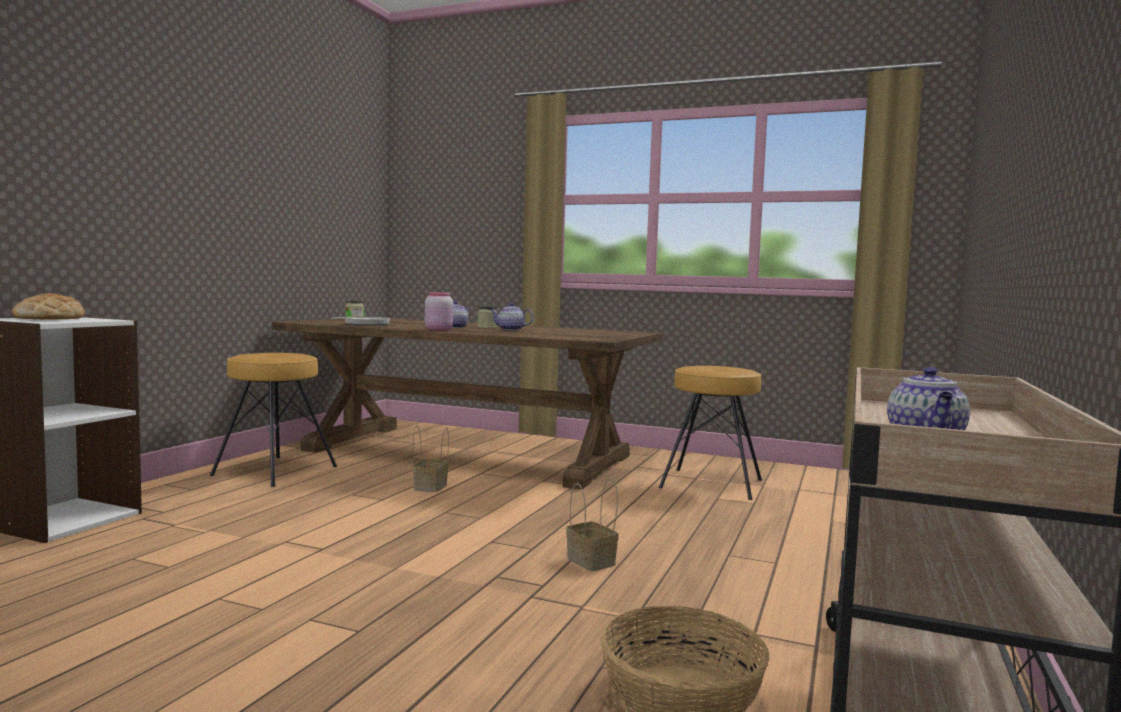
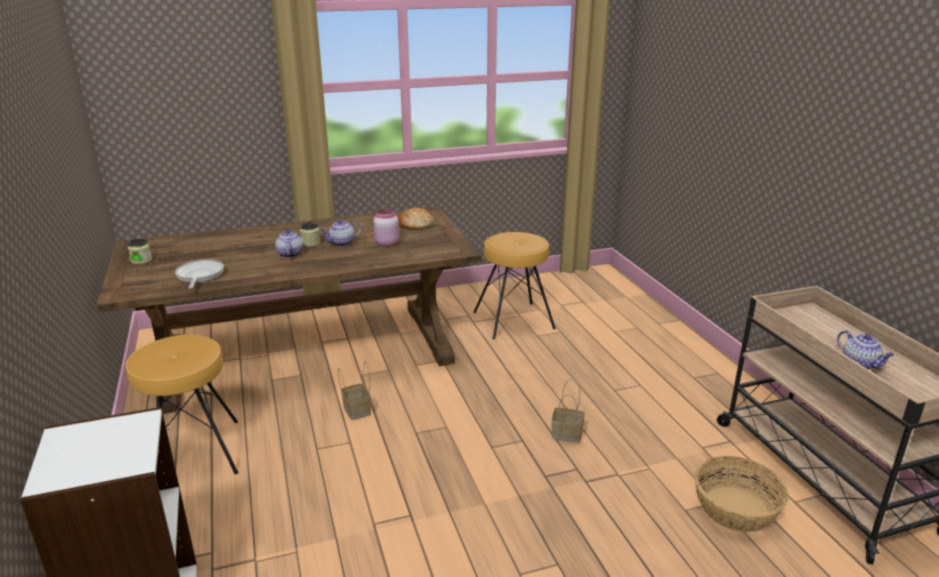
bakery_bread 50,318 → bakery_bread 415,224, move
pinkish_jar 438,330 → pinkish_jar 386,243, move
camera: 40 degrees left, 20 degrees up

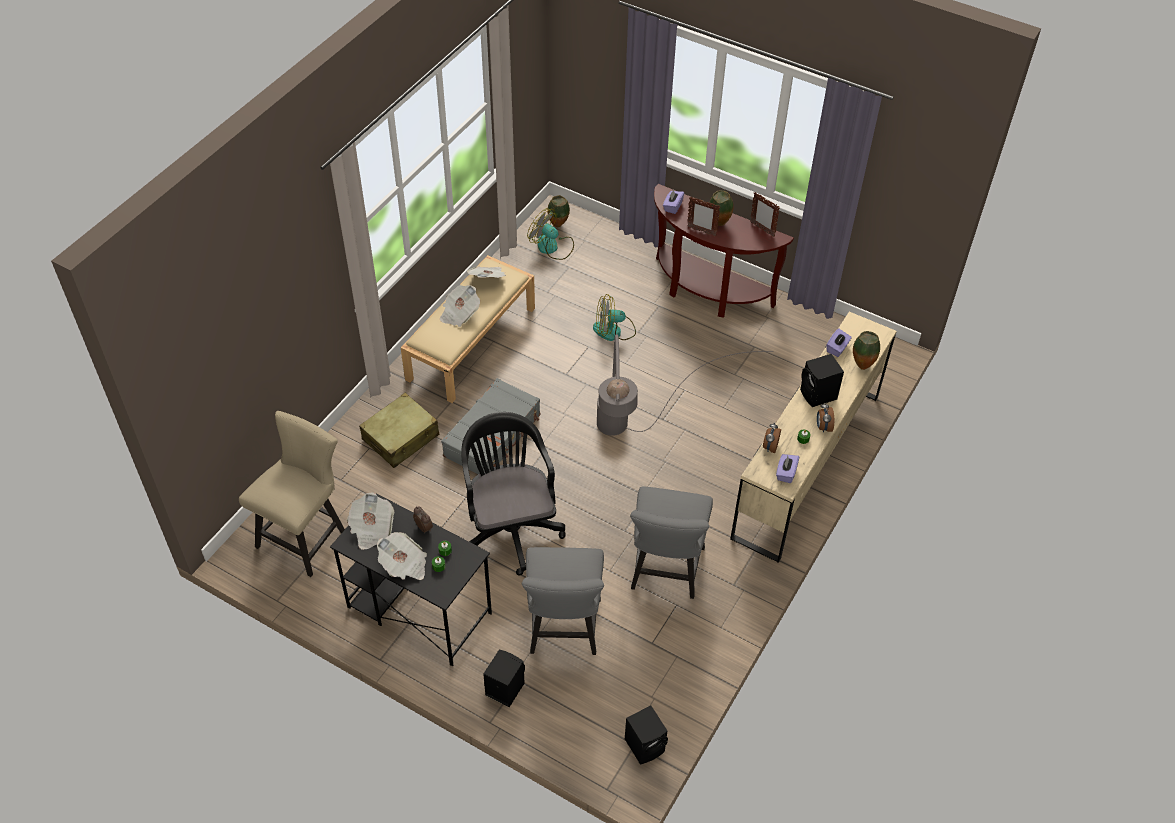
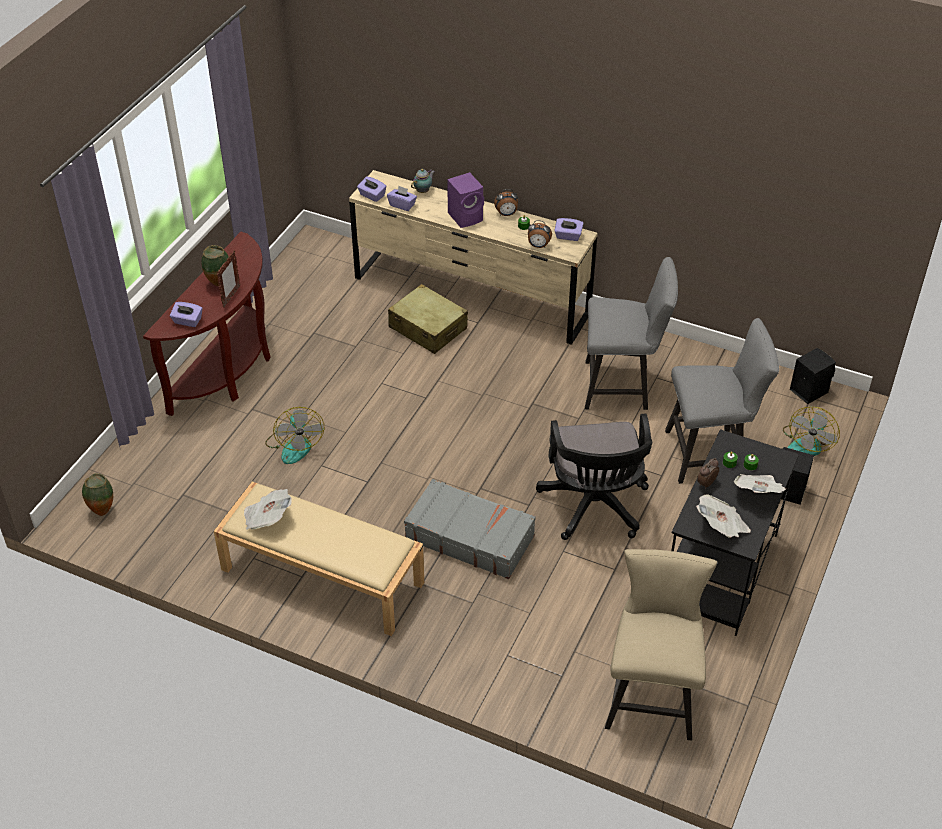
beige-coloured_upright_chair 306,535 → beige-coloured_upright_chair 651,695, 75 degrees clockwise
beige-coloured_suitcase 401,438 → beige-coloured_suitcase 427,328, move
printed_paper 459,314 → -
black-coloured_office_chair 510,526 → black-coloured_office_chair 594,508, 75 degrees counterclockwise
electric_fan 552,247 → electric_fan 807,443, move
grey_standing_lamp 630,453 → -
picture_frame 762,229 → -
black-coloured_loudspeaker 818,395 → purplish_loudspeaker 466,217
flower_vase 861,366 → teapot 423,191
- → purplish_box_of_tissues 372,196
camera: 95 degrees left, 5 degrees down

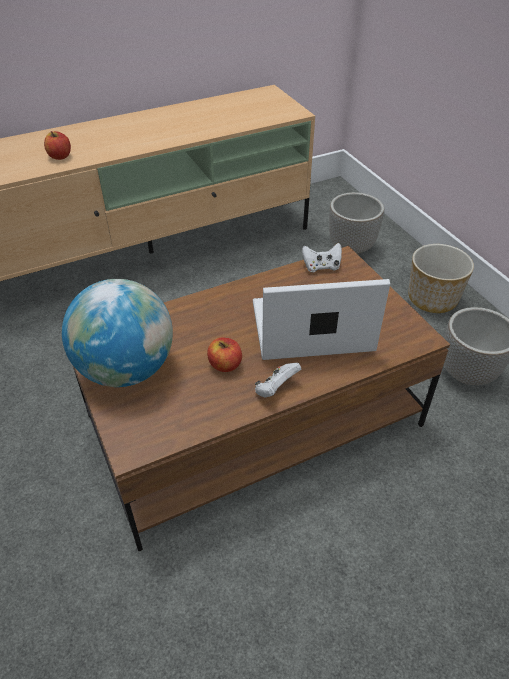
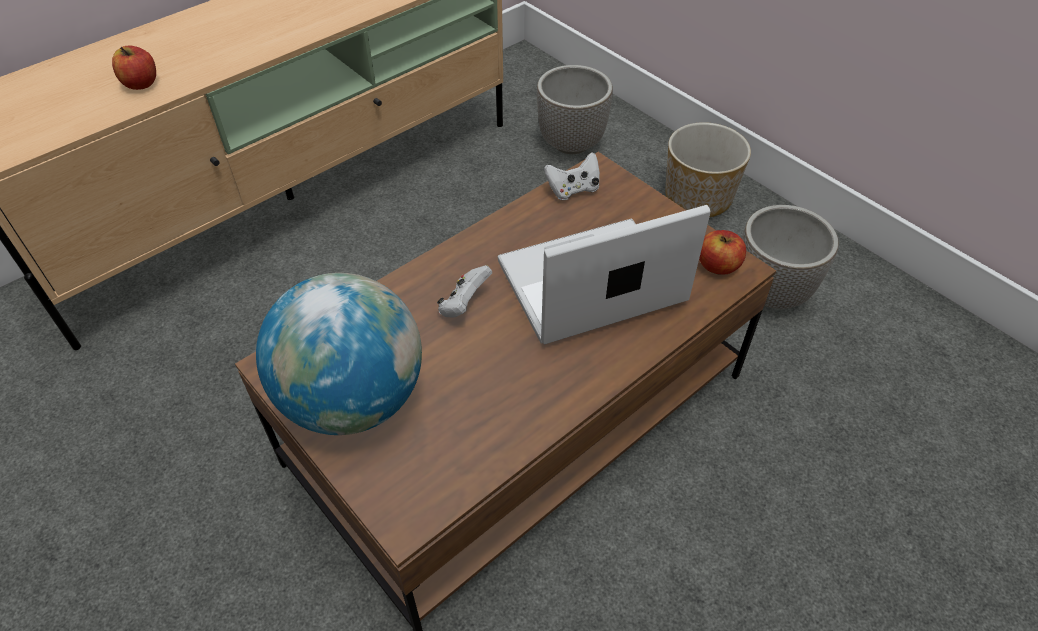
whole_apple 225,365 → whole_apple 718,265, move
white-coloured_joypad 276,389 → white-coloured_joypad 464,305, move
camera: 15 degrees left, 5 degrees up

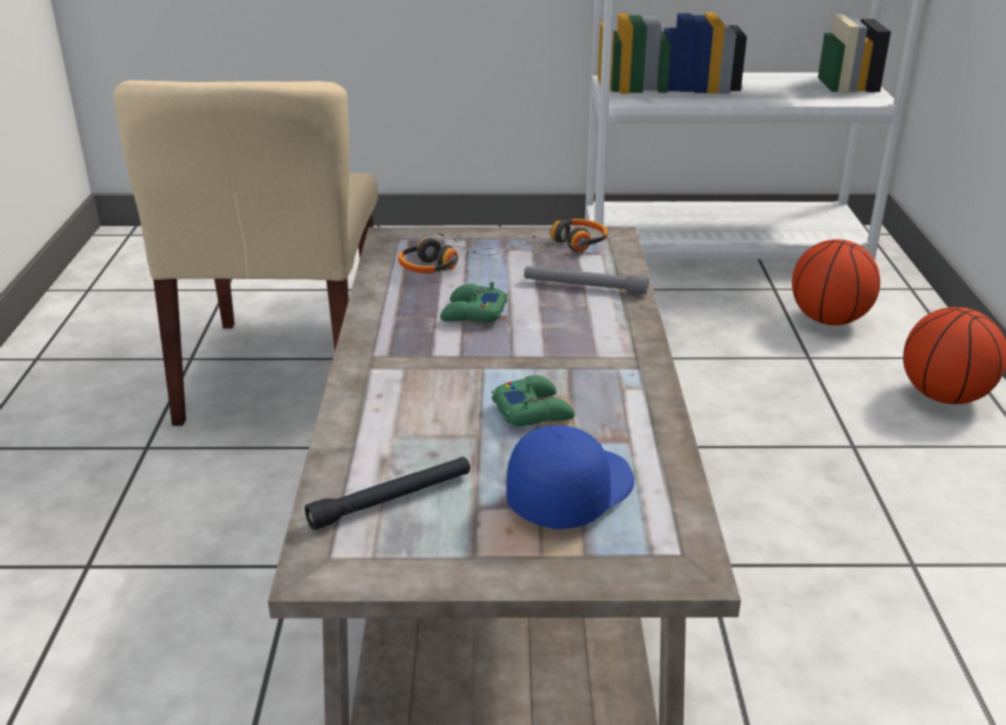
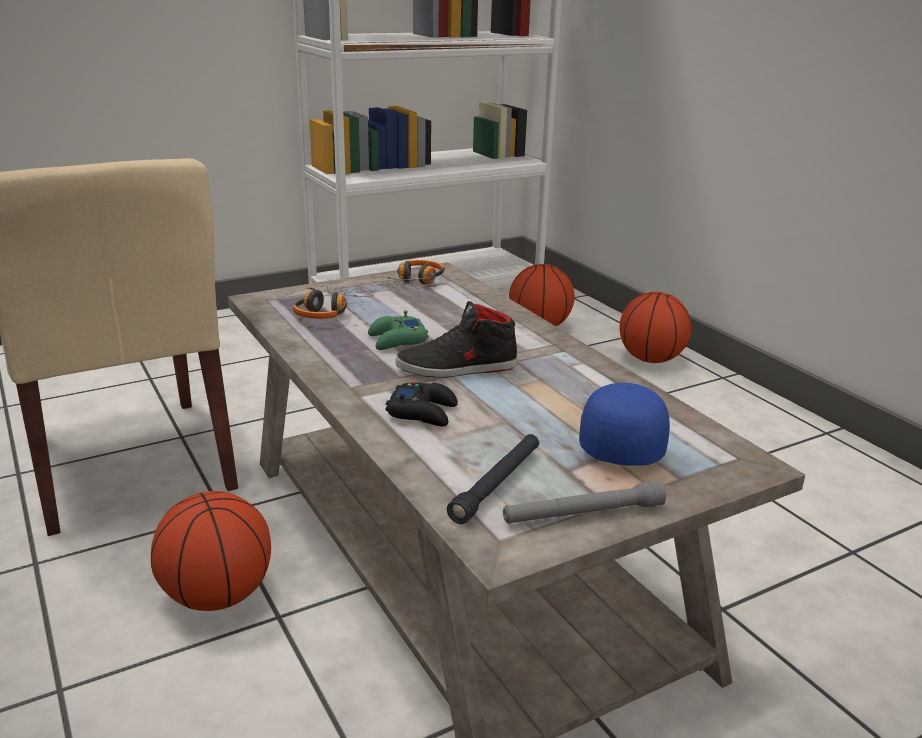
greenish_joypad 533,411 → -
grey_torch 585,287 → grey_torch 583,514, move
- → ball_for_basketball 218,597
- → black-coloured_joypad 423,412
- → black-coloured_low_shoe 457,368
camera: 30 degrees left, 5 degrees down

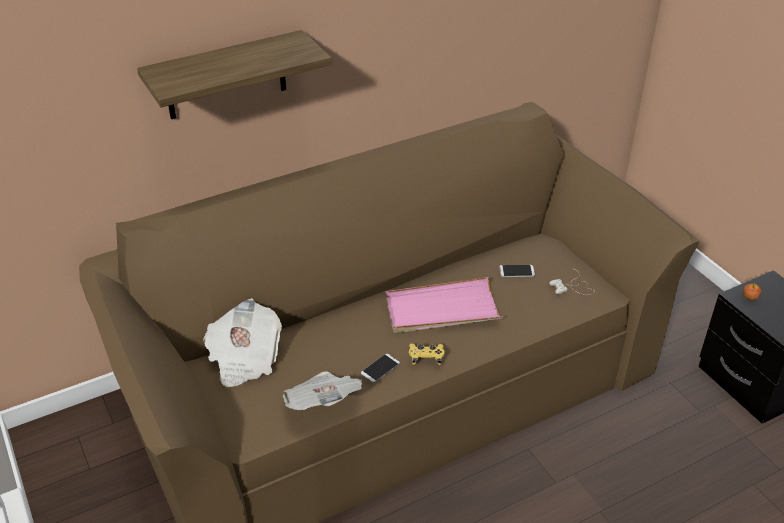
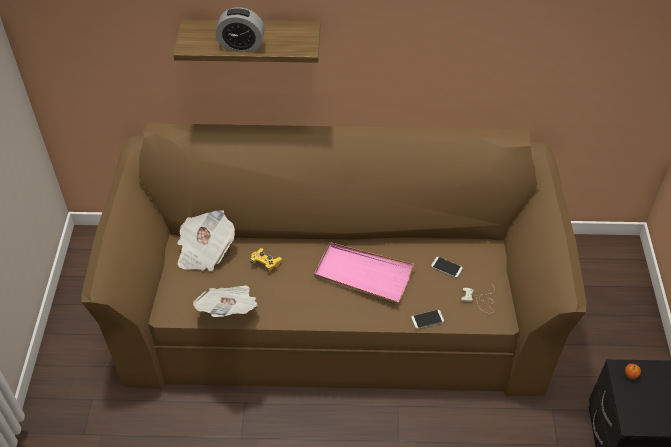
telephone 380,368 → telephone 427,319, move
yellowish_joypad 426,358 → yellowish_joypad 265,263, move
- → table_clock 241,46
camera: 30 degrees right, 10 degrees up

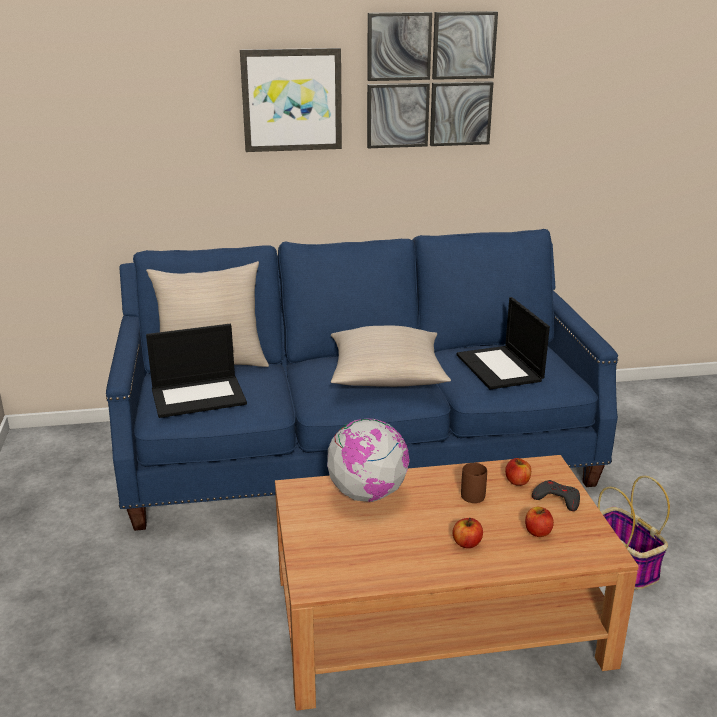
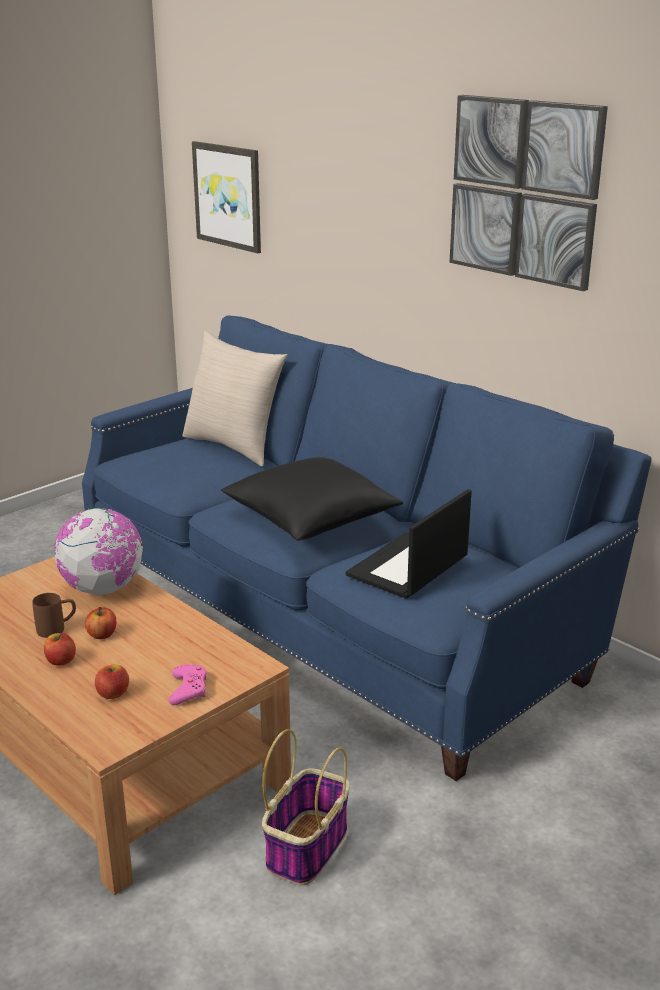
notebook_computer 199,396 → -
wall_art 292,100 → wall_art 228,196, move
beige-coloured_throw_pillow 386,375 → black-coloured_throw_pillow 311,518
brown-coloured_tea_mug 473,493 → brown-coloured_tea_mug 57,629, move
whole_apple 517,481 → whole_apple 102,634, move
grey_joypad 557,499 → pinkish_joypad 188,688
camera: 55 degrees right, 0 degrees up

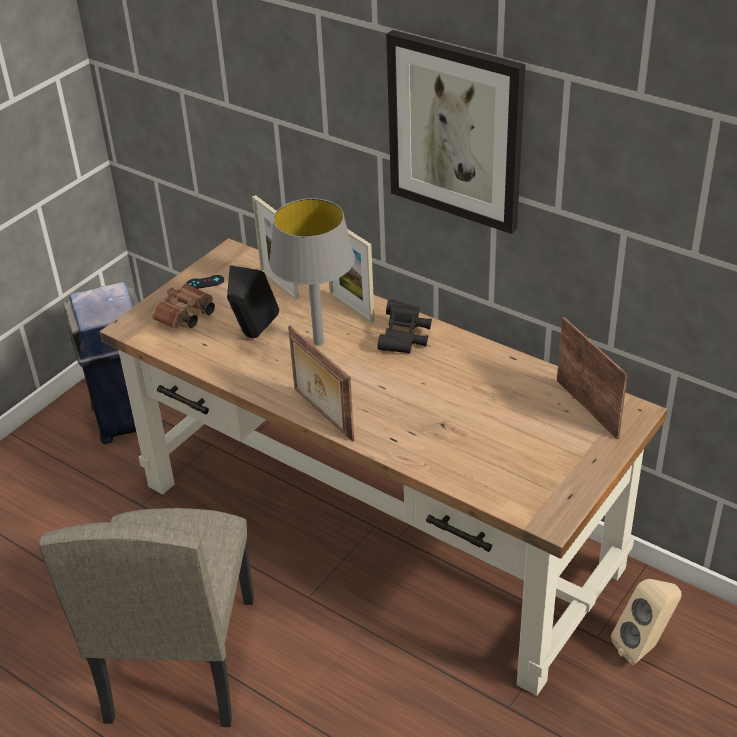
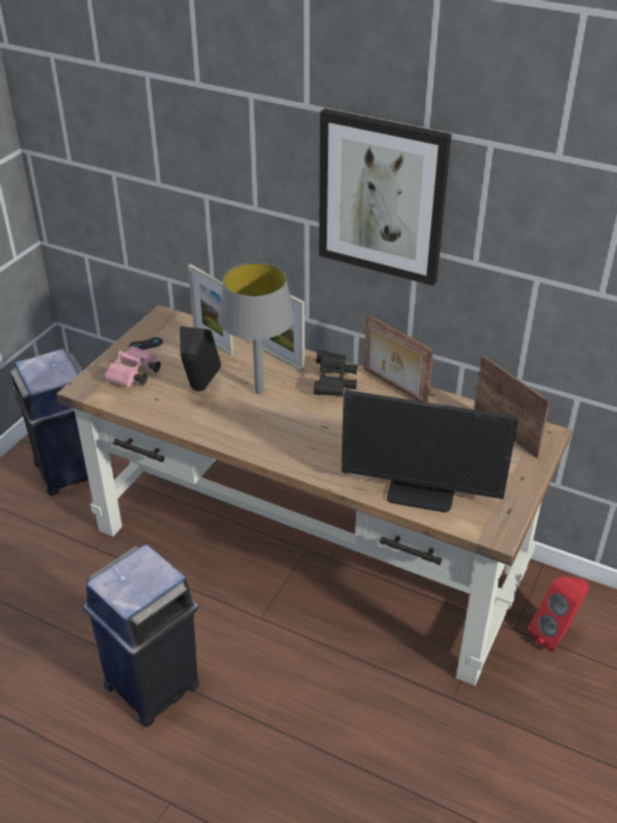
beige-coloured_upright_chair 179,658 → blue-coloured_trash_can 154,684
brown-coloured_binoculars 185,317 → pinkish_binoculars 134,376
picture_frame 322,415 → picture_frame 394,387, move
beige-coloured_loudspeaker 644,647 → red-coloured_loudspeaker 555,635
- → monitor 421,493
camera: 10 degrees left, 0 degrees up

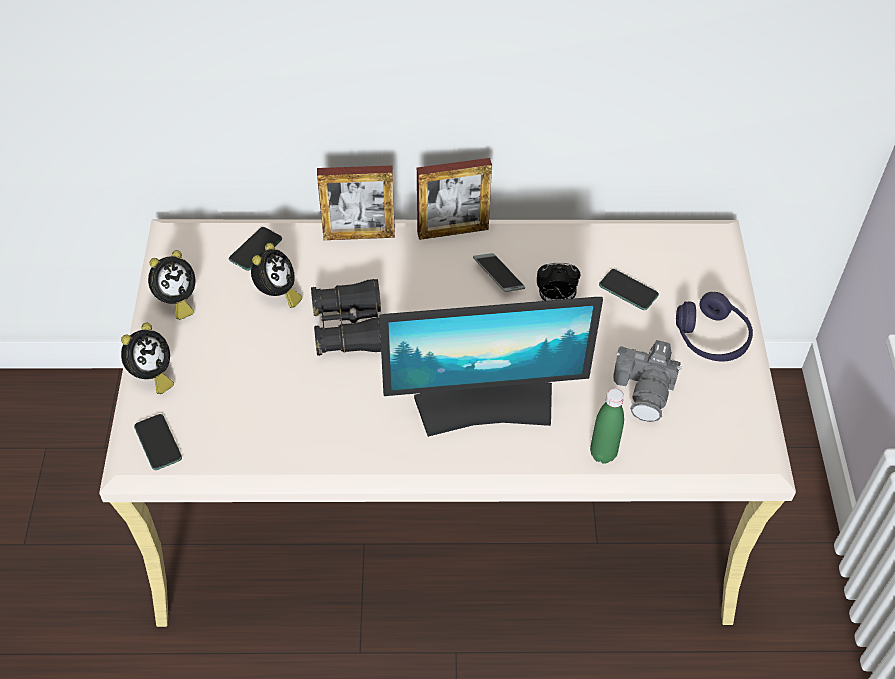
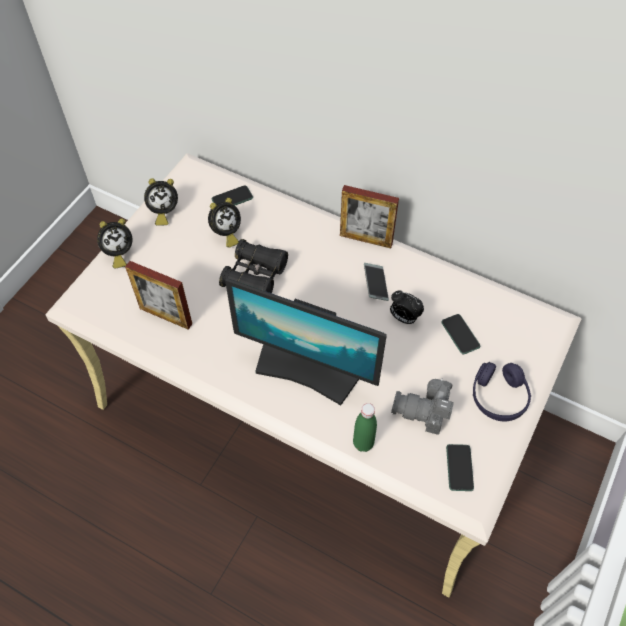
telephone 158,443 → telephone 459,468, move
picture_frame 359,235 → picture_frame 166,316, move
photo_camera 645,389 → photo_camera 424,412, 60 degrees clockwise
camera: 30 degrees right, 5 degrees up

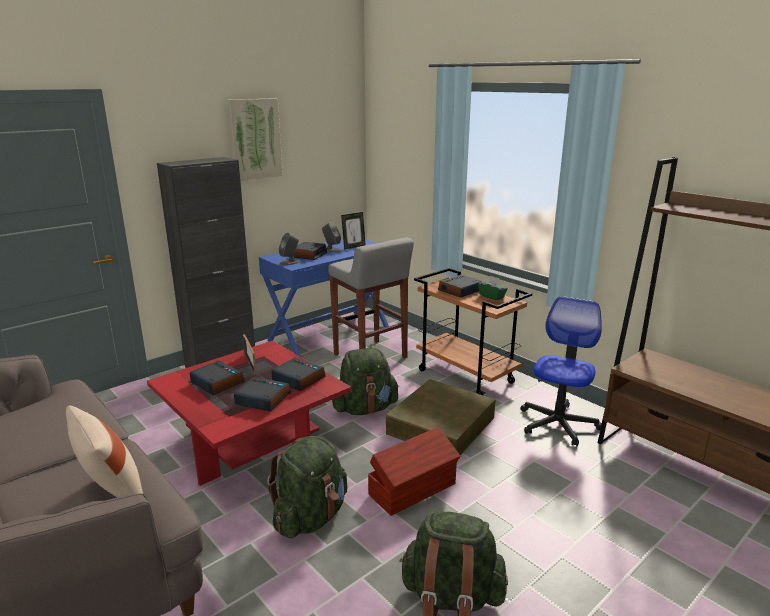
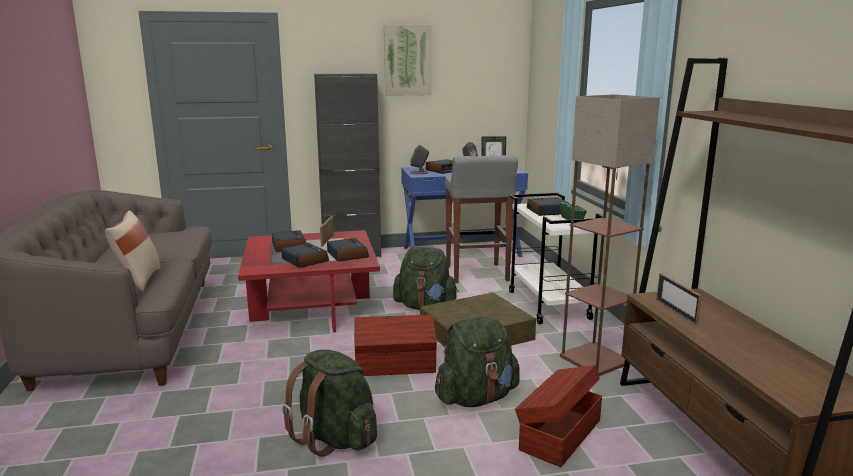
greenish_backpack 310,517 → greenish_backpack 476,398, move
brown-coloured_trolley 466,376 → white-coloured_trolley 549,305
office_chair 558,424 → standing_lamp 596,360
- → brown-coloured_storage_bin 558,434
- → picture_frame 676,311
camera: 30 degrees right, 5 degrees down

